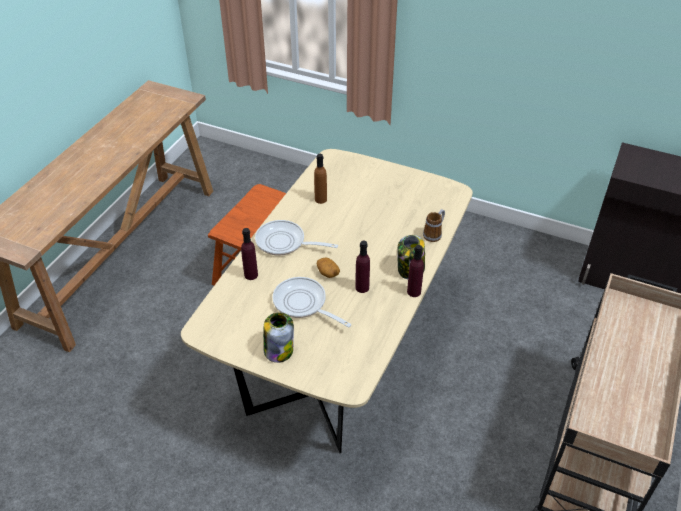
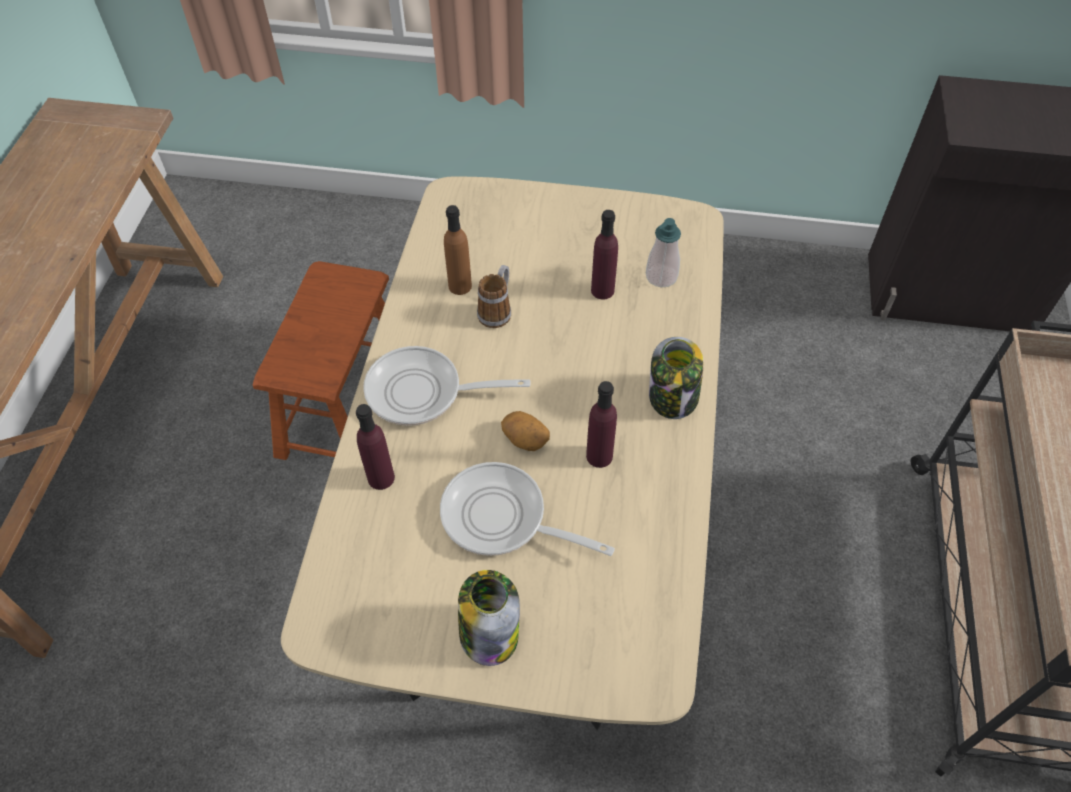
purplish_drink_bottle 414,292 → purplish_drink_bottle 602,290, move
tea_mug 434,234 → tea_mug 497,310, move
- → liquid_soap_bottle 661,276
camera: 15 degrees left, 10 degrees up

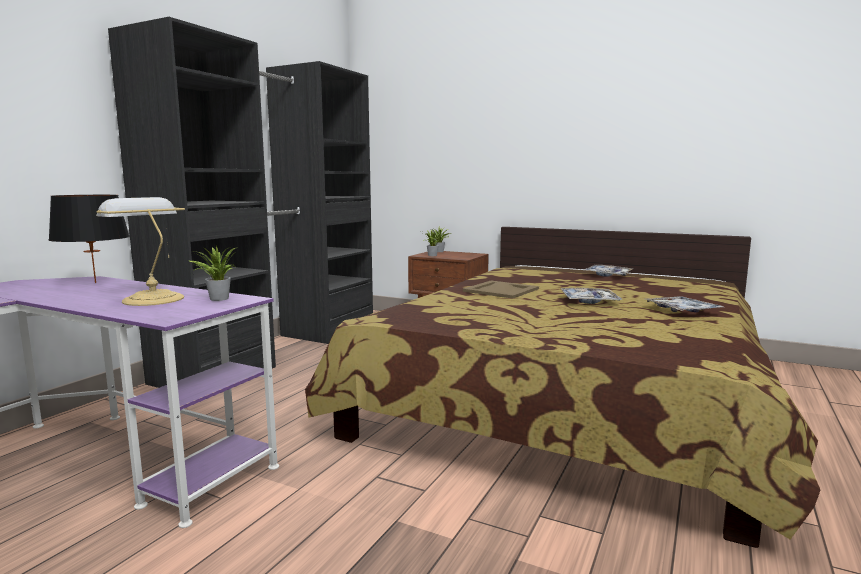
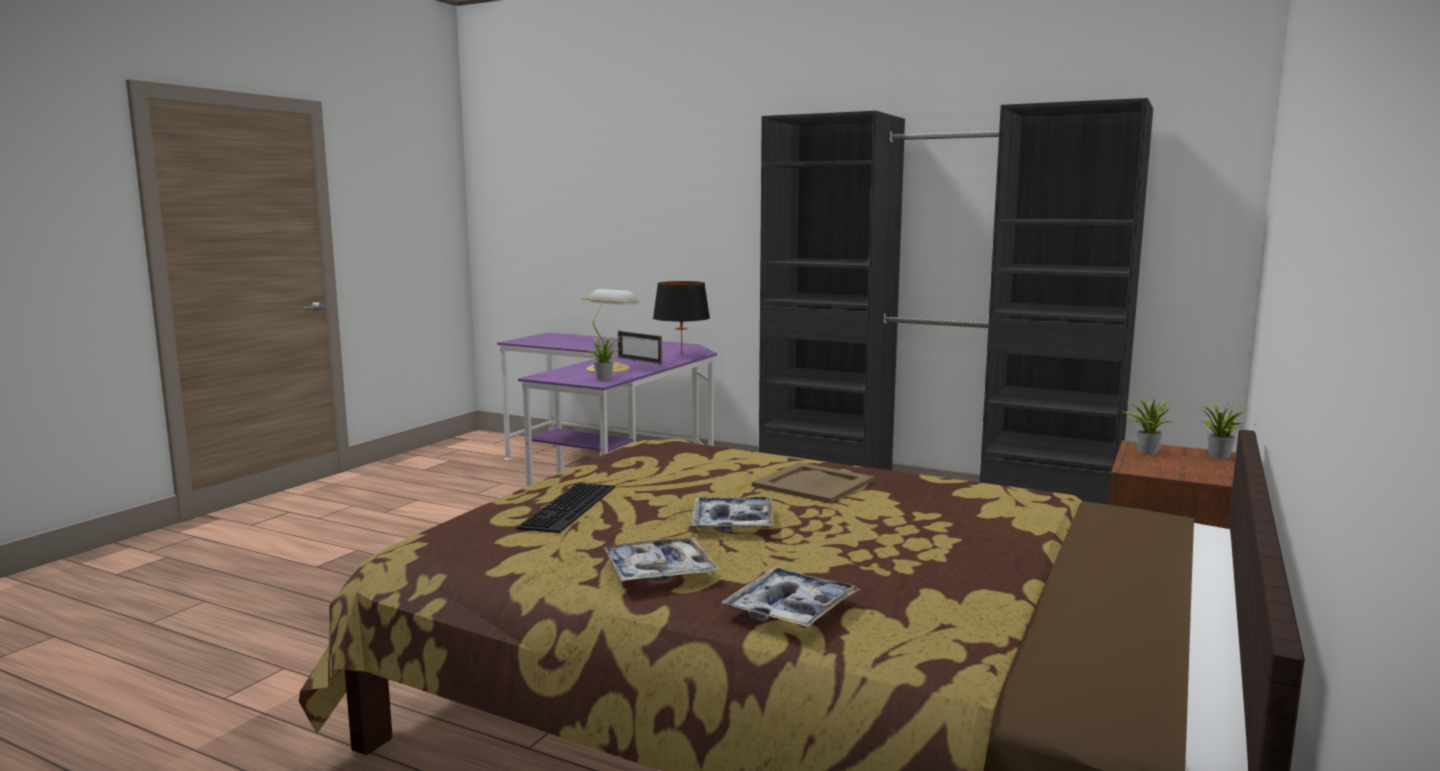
tray 607,275 → tray 790,609, move
- → PC_keyboard 571,507
- → picture_frame 639,360
camera: 90 degrees right, 0 degrees up

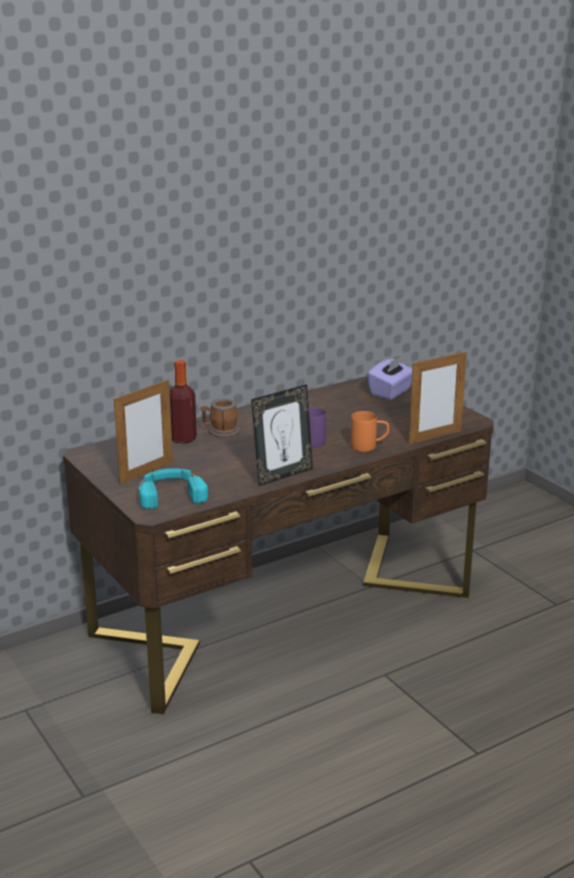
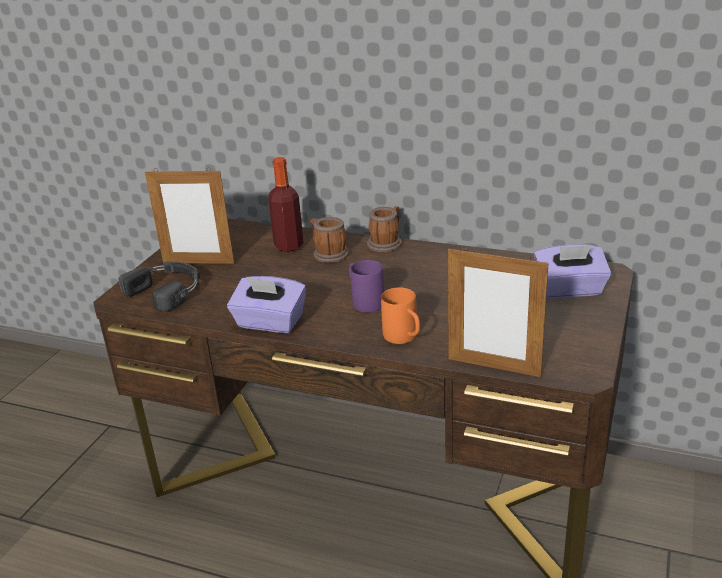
turquoise-coloured_pair_of_headphones 170,493 → black-coloured_pair_of_headphones 167,290
picture_frame 282,475 → purplish_box_of_tissues 269,323
- → tea_mug 387,243
camera: 55 degrees right, 5 degrees up

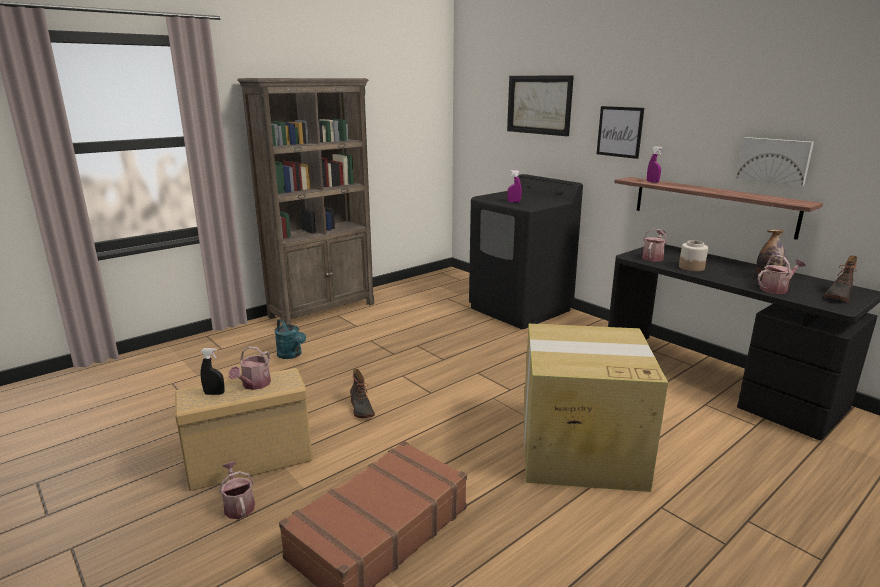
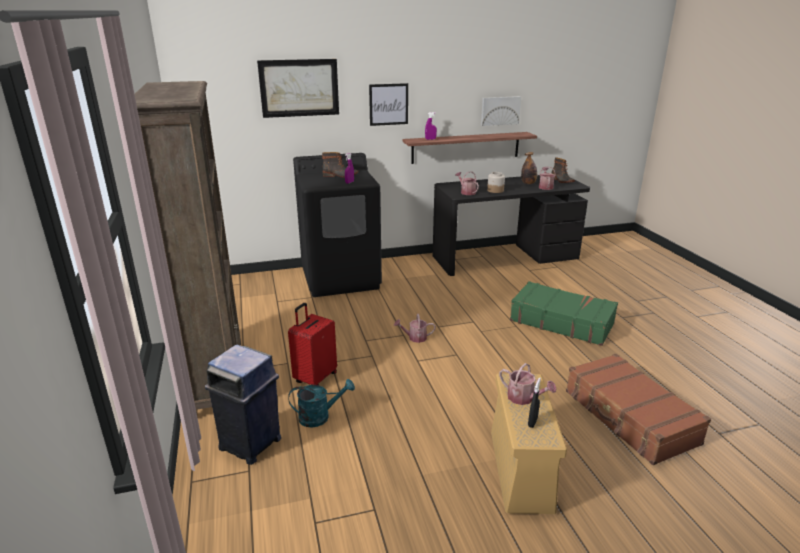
watering_can 238,505 → watering_can 414,338, move
tall_boot 361,409 → tall_boot 340,176, move
packing_box 578,450 → greenish_suitcase 561,322
- → blue-coloured_trash_can 251,444
- → red-coloured_suitcase 315,378
camera: 65 degrees left, 5 degrees up

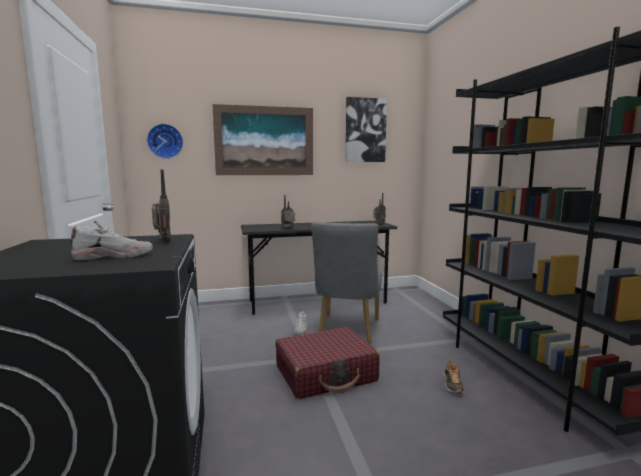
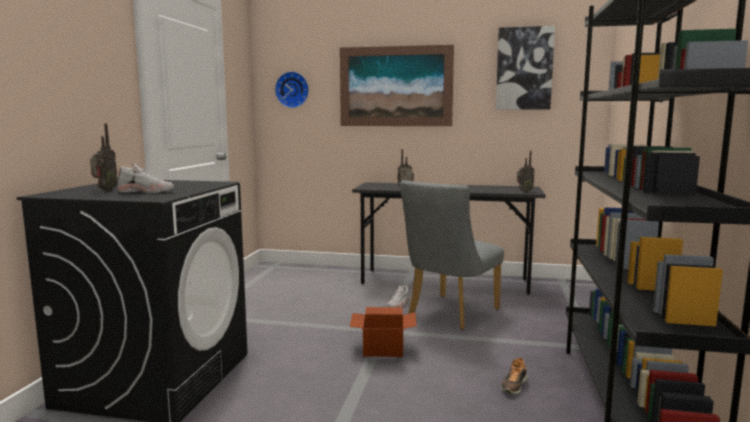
radio_receiver 163,242 → radio_receiver 104,190, move
red-coloured_suitcase 326,374 → packing_box 384,347
camera: 25 degrees right, 0 degrees up

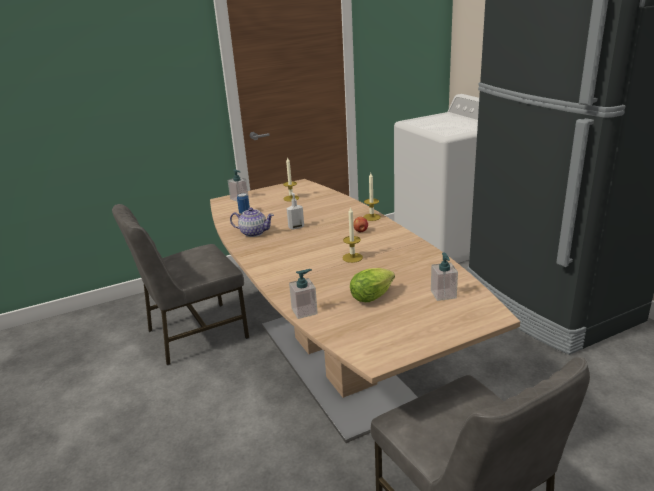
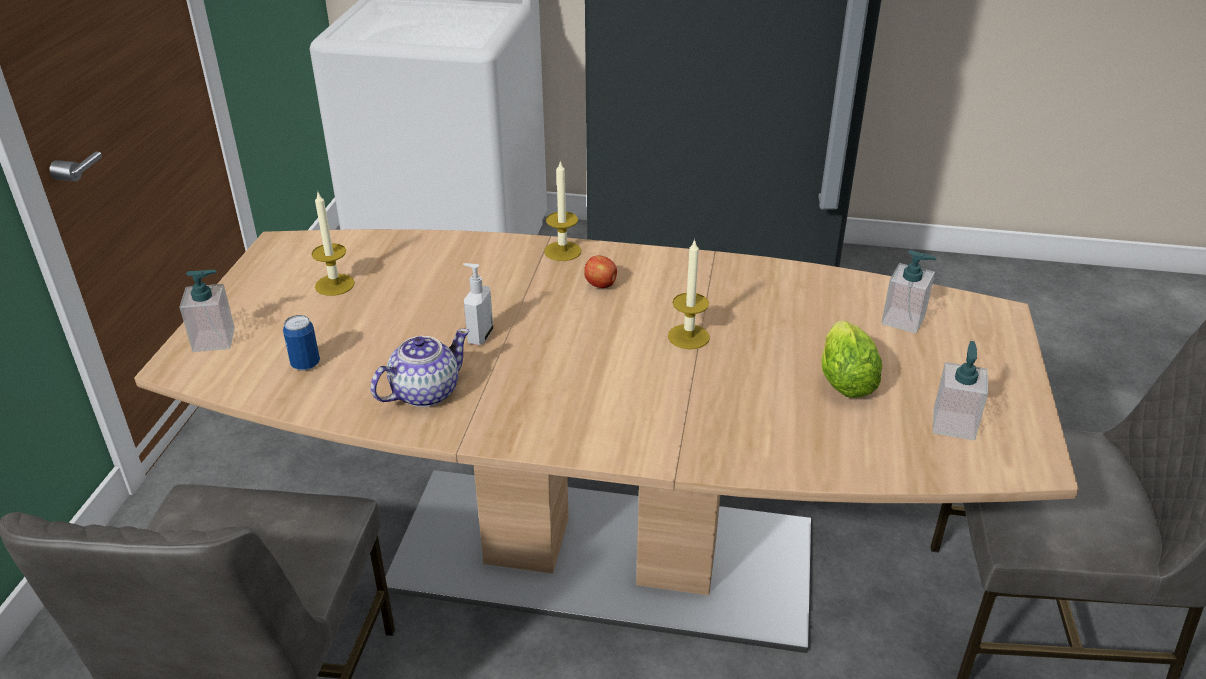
liquid_soap_bottle 304,311 → liquid_soap_bottle 953,424, move
camera: 55 degrees left, 10 degrees up

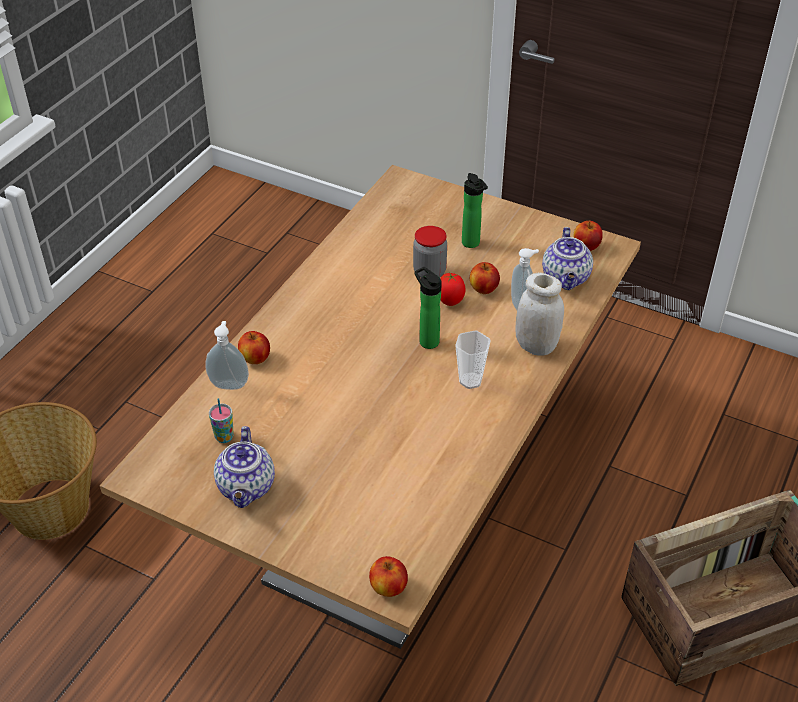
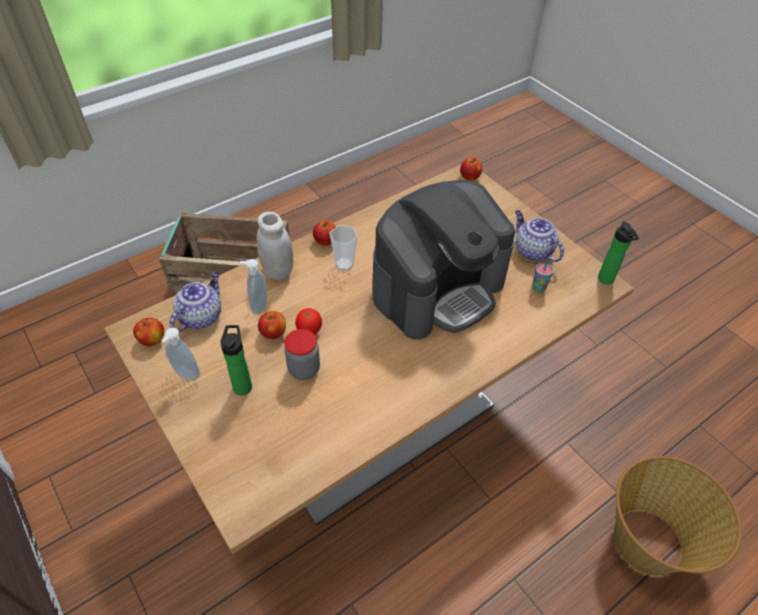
liquid_soap_bottle 229,384 → liquid_soap_bottle 185,375, move
teapot 247,488 → teapot 532,251, 60 degrees counterclockwise
whole_apple 255,359 → whole_apple 325,241, move
drink_bottle 427,340 → drink_bottle 607,281, move
- → coffee_maker 438,289
camera: 155 degrees left, 5 degrees up

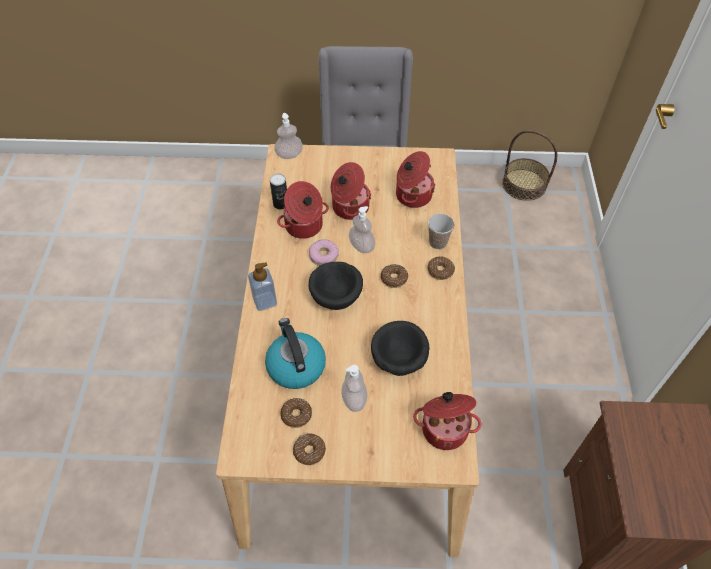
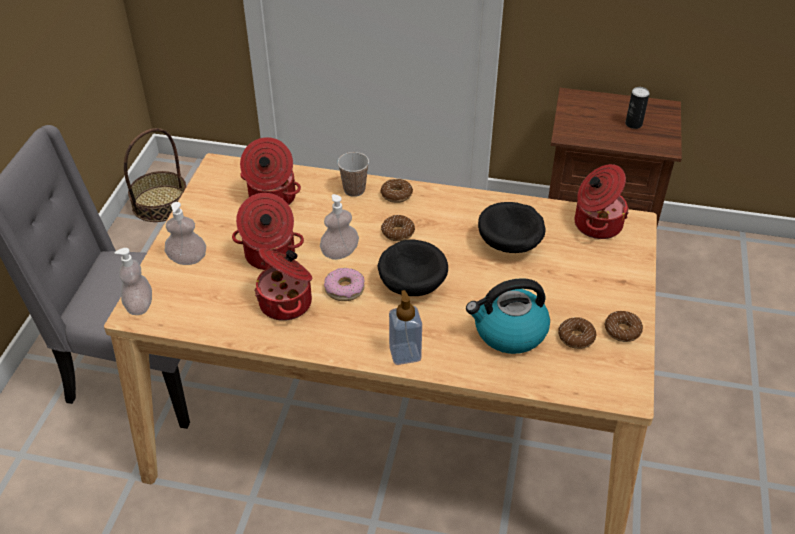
metal_can 280,204 → metal_can 633,124, move
liquid_soap_bottle 354,399 → liquid_soap_bottle 187,259, move
camera: 80 degrees left, 10 degrees down

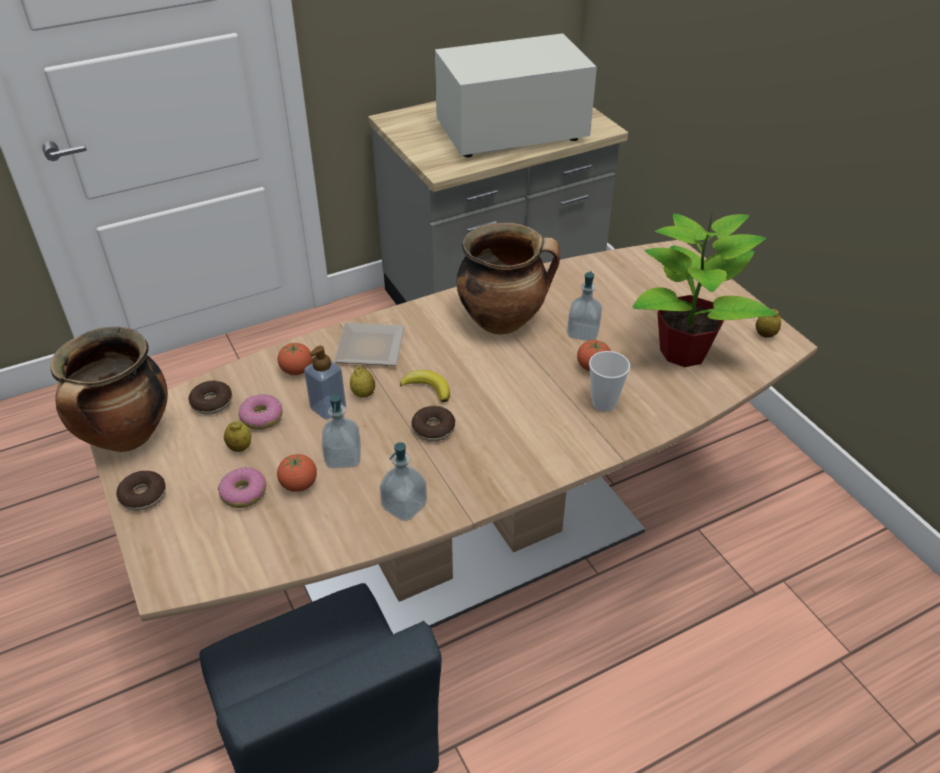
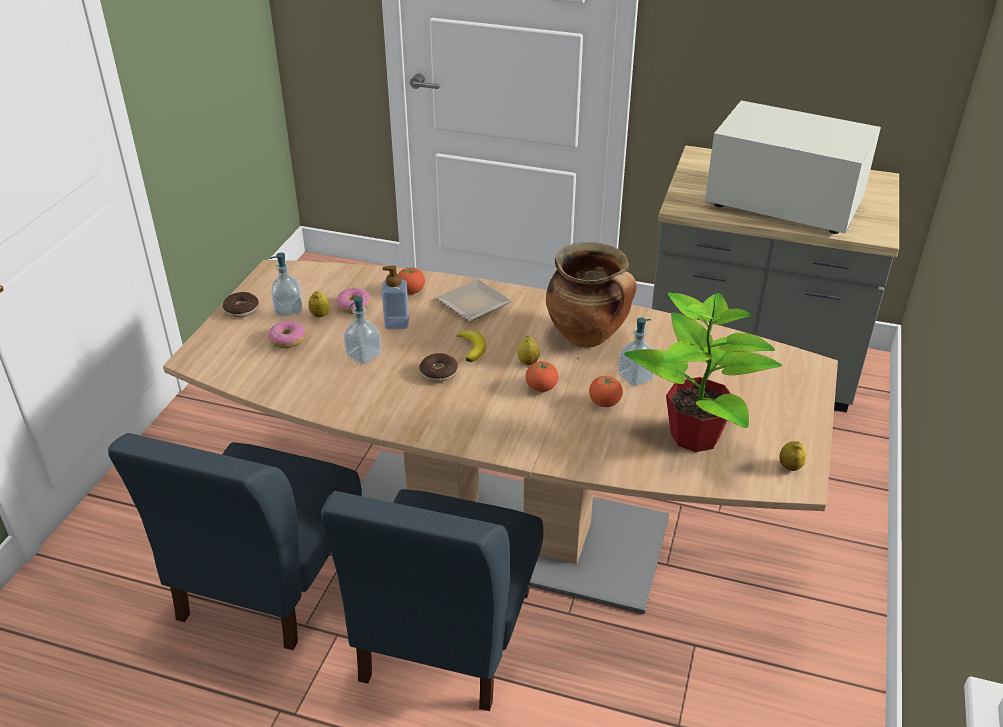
cooking_pot 127,437 → -
doughnut 212,402 → -
whole_tomato 299,484 → whole_tomato 541,388, move
citrus_fruit 363,394 → citrus_fruit 528,362, move
liquid_soap_bottle 404,506 → liquid_soap_bottle 289,309, move
drinking_cup 604,403 → -
- → blue-coloured_upright_chair 445,635
camera: 45 degrees right, 5 degrees down

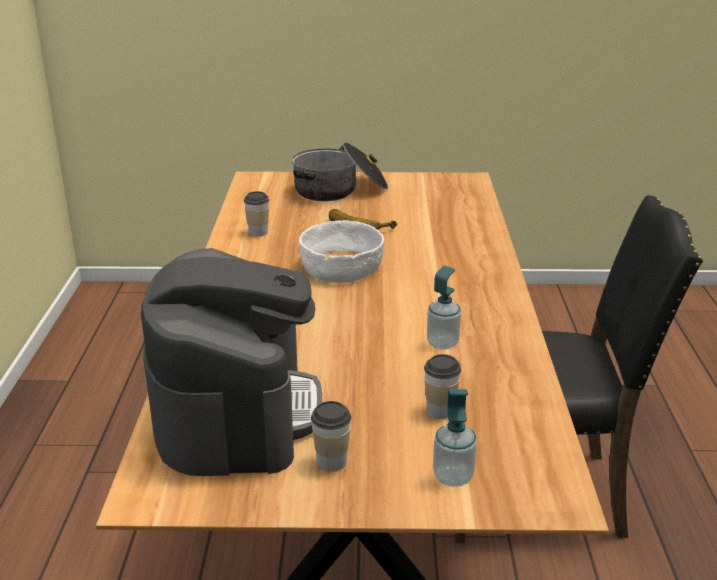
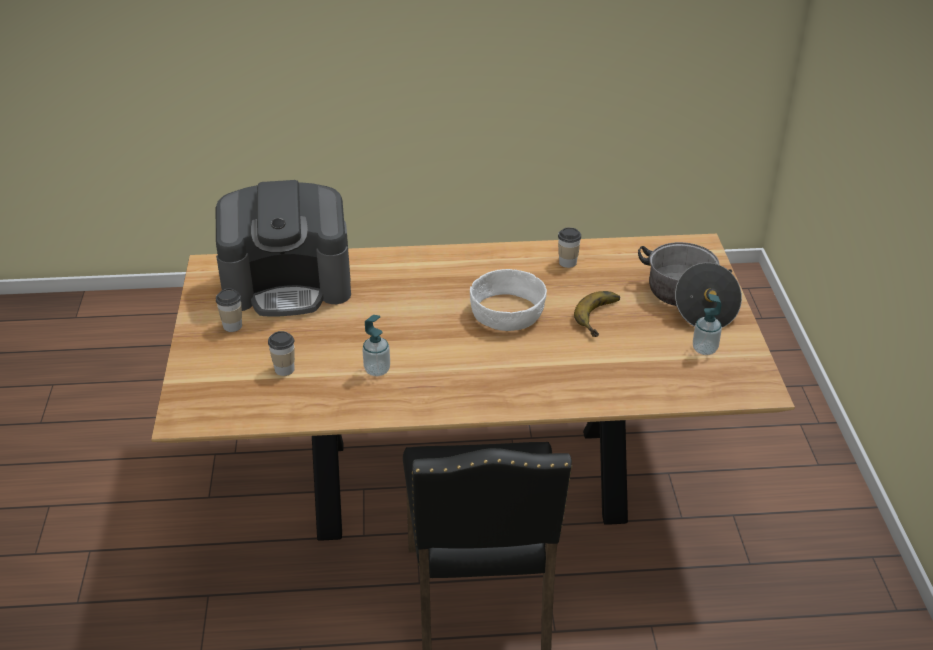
liquid_soap_bottle 453,477 → liquid_soap_bottle 704,349, move
camera: 85 degrees right, 10 degrees up

